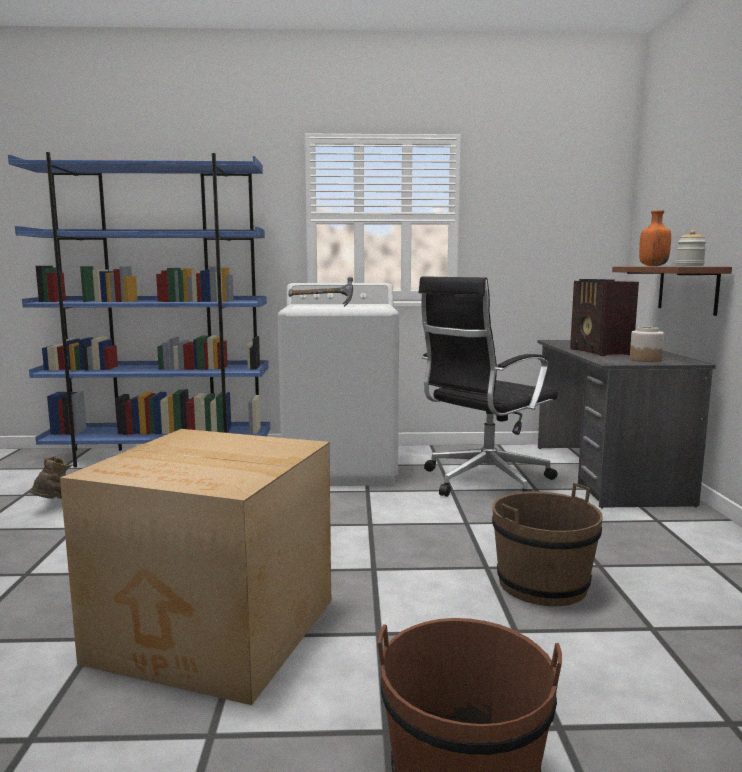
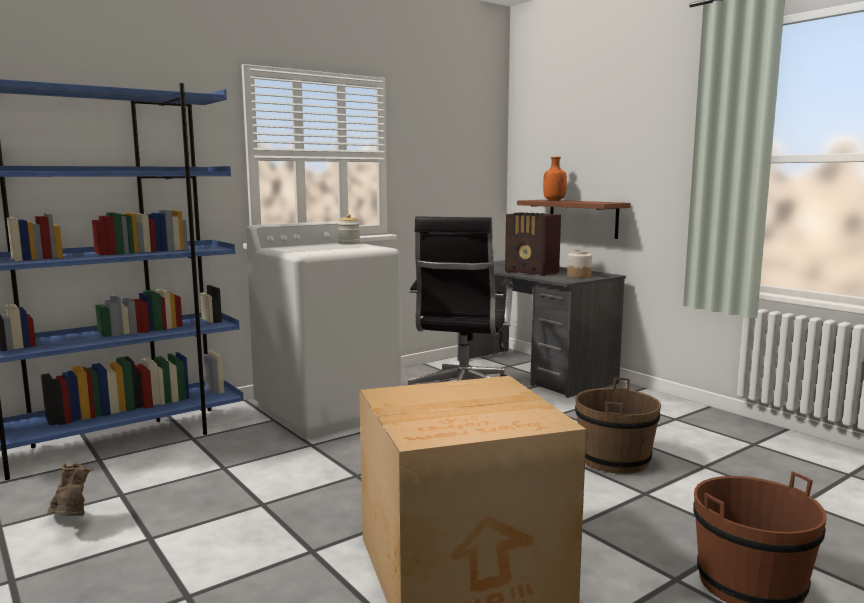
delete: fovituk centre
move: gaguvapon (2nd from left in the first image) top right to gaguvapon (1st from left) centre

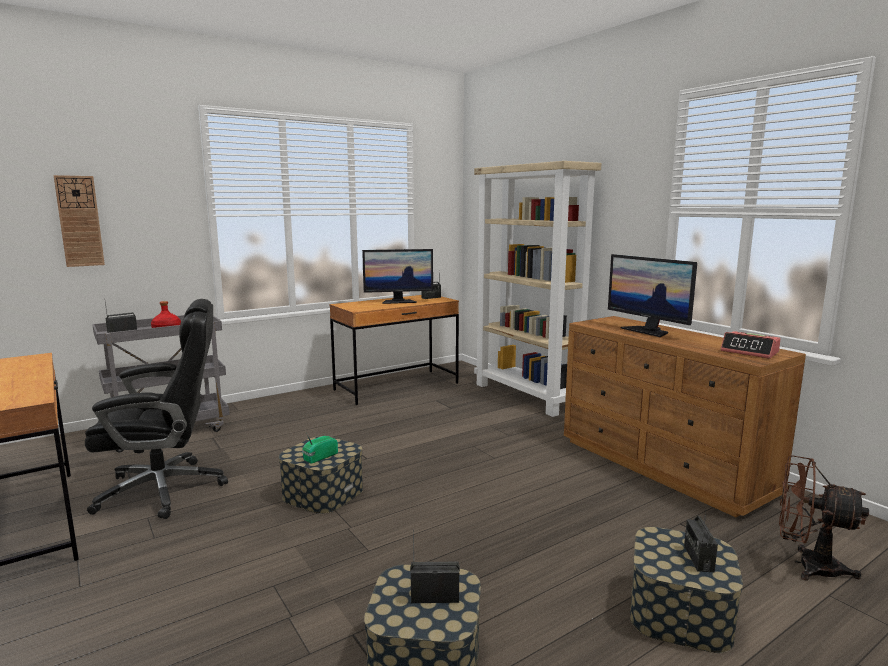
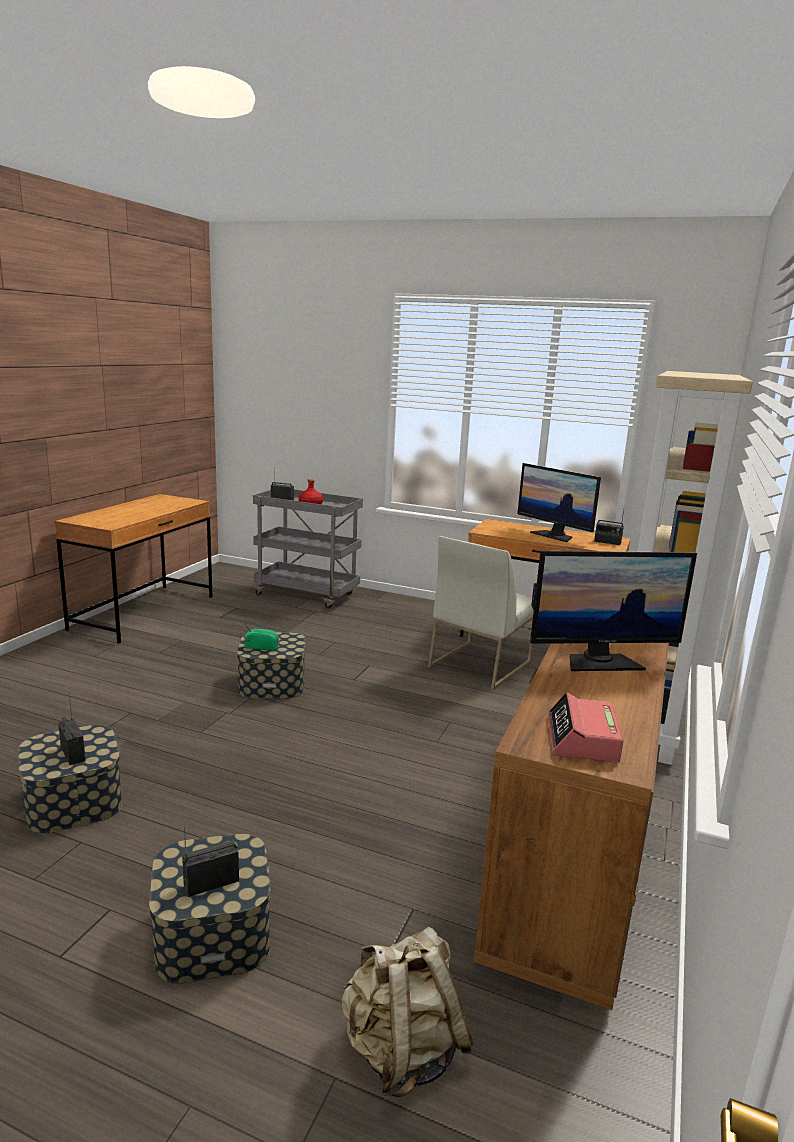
delete: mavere top left; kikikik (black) middle left
insert: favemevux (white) centre
replace: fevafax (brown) bottom right to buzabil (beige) bottom centre
rotate: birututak (2nd from left) middle right = middle right 120 degrees counterclockwise

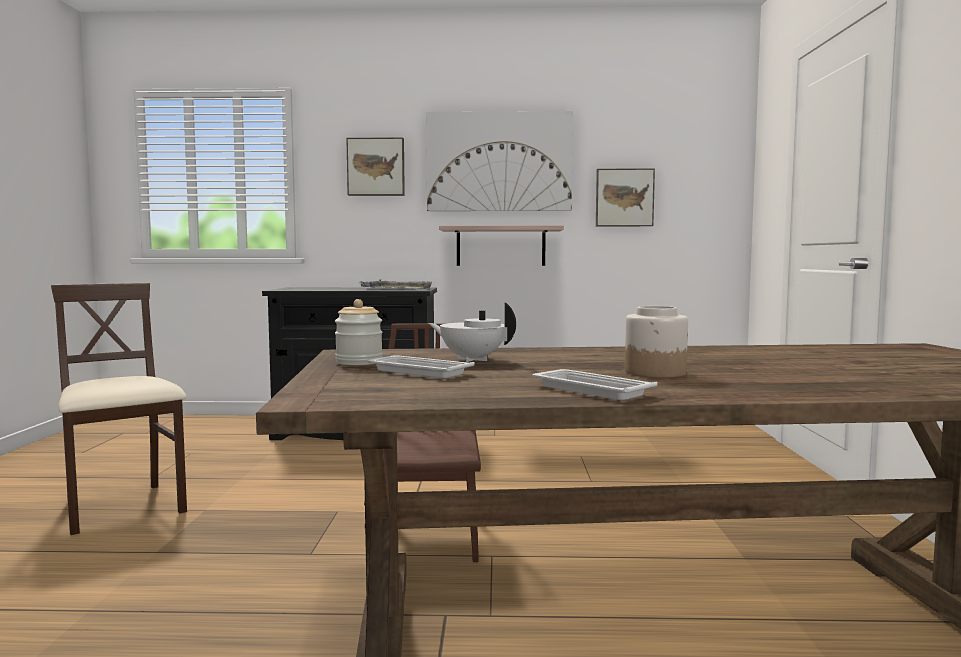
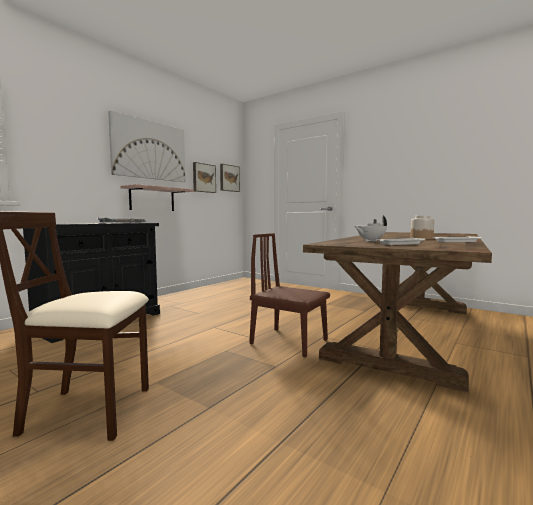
delete: gaguvapon (1st from left) centre
move: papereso (1st from left in the first image) top centre to papereso (3rd from left) centre

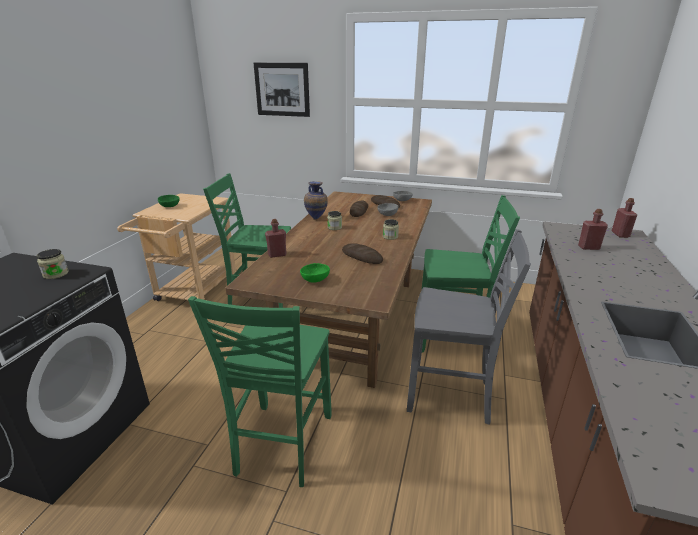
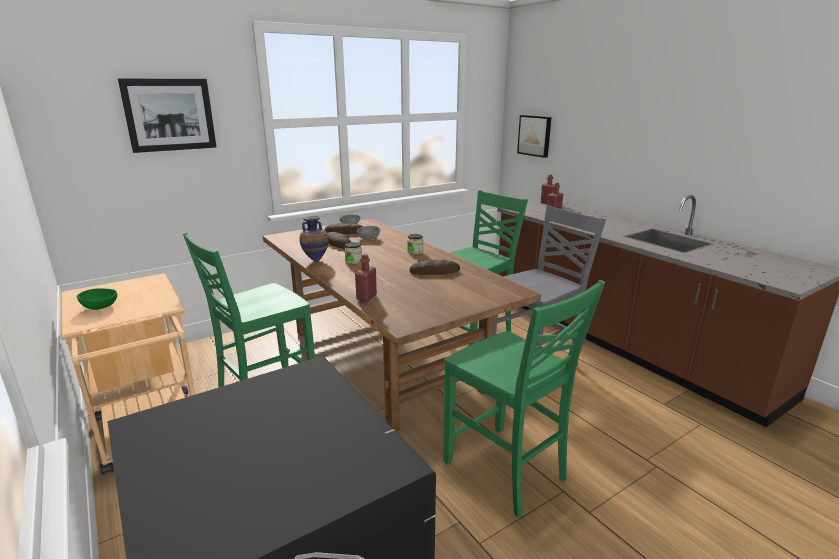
delete: gaguvapon (1st from left) middle left; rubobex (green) (2nd from left) centre
insert: papereso (2nd from left) top centre

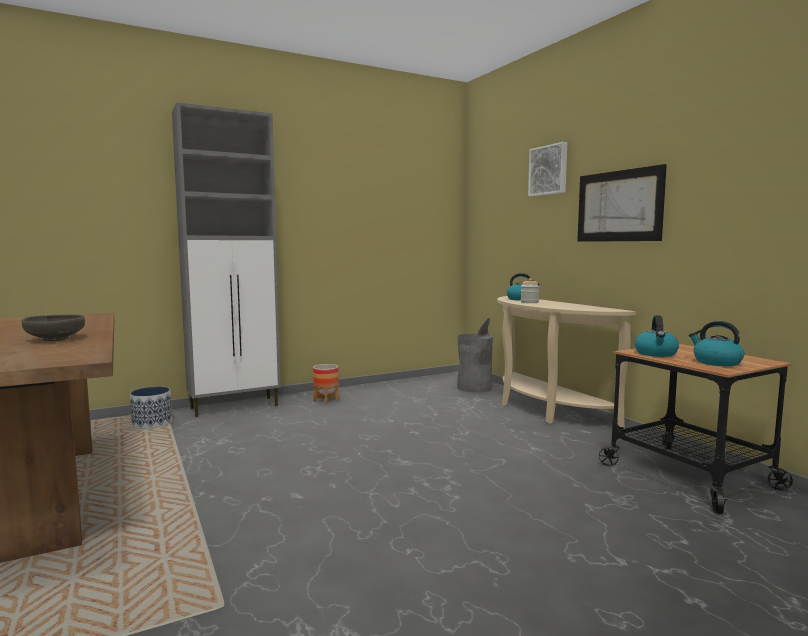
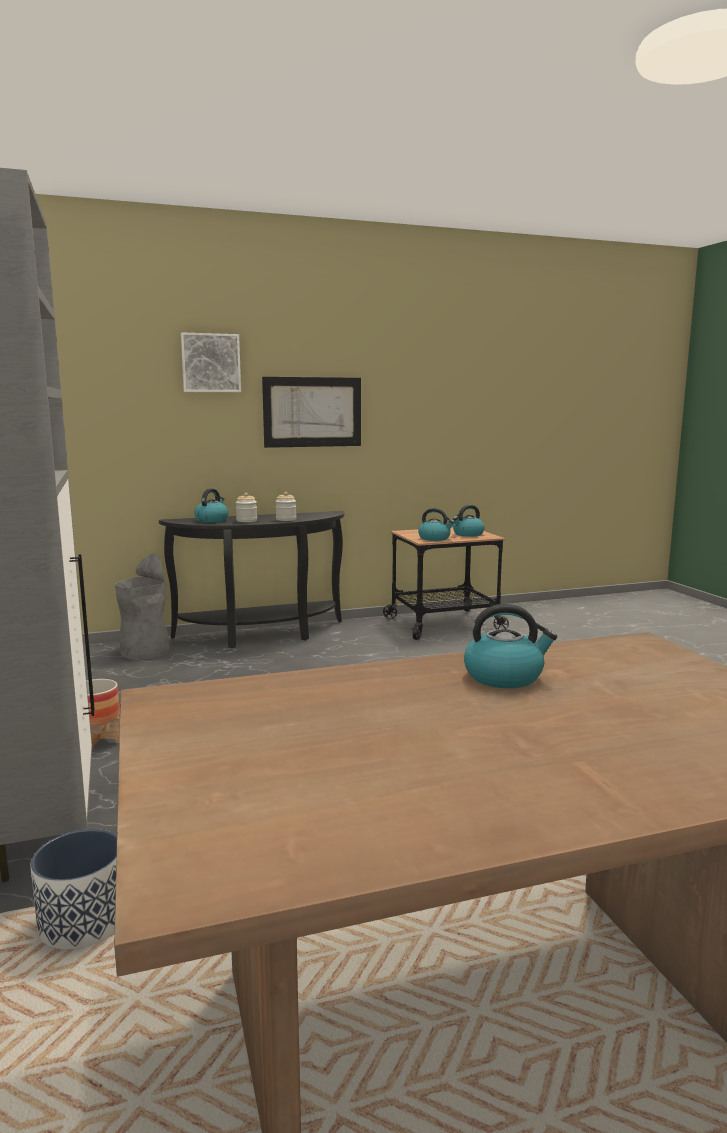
insert: gaguvapon (2nd from left) centre
replace: rubobex (grey) middle left to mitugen (4th from left) middle right
recolor: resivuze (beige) middle right to resivuze (black) centre

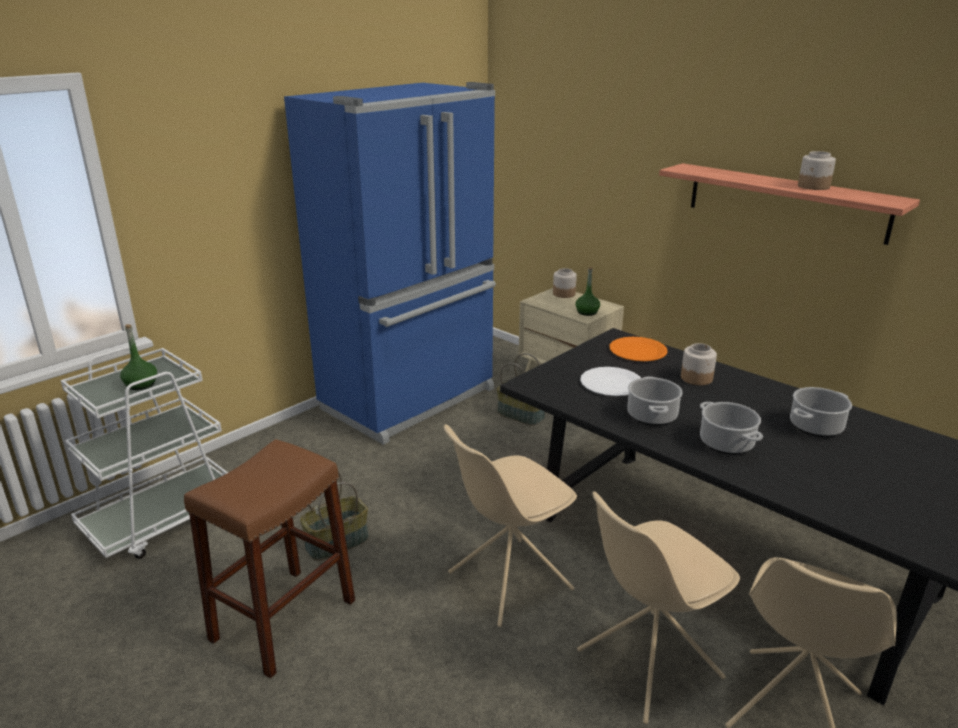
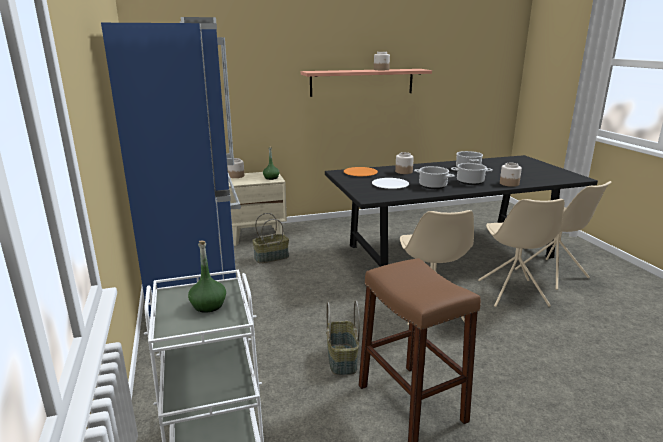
insert: gaguvapon (4th from left) middle right

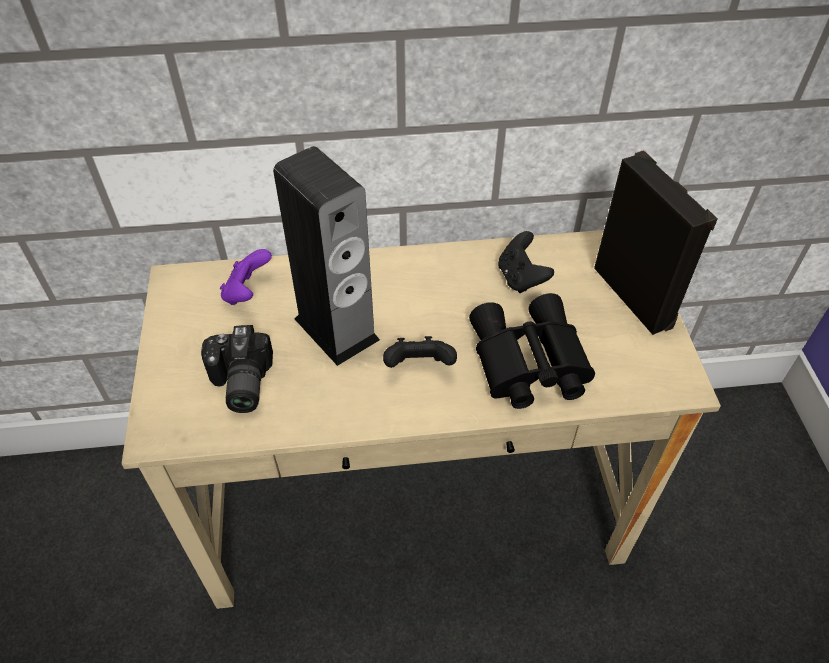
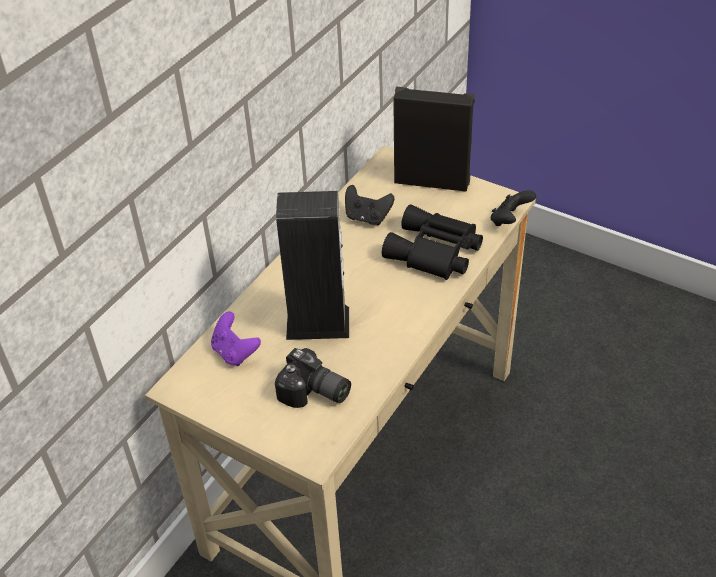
move: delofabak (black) (1st from left in the first image) centre to delofabak (black) (2nd from left) middle right

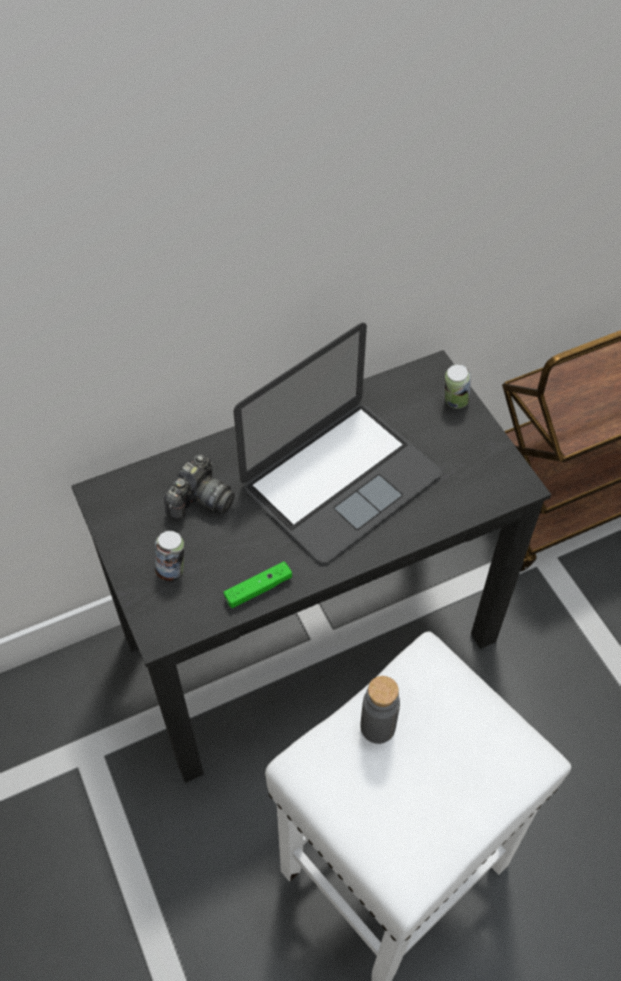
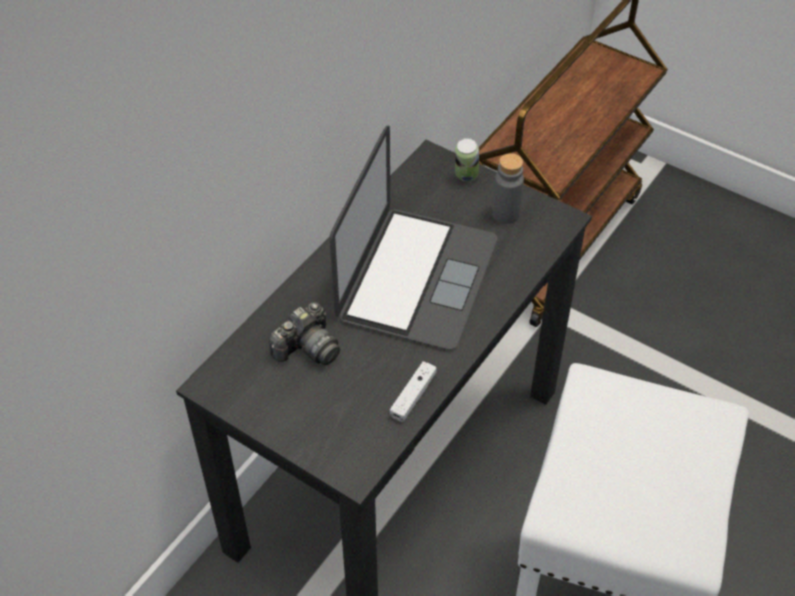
delete: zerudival (1st from left) middle left
move: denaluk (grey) bottom centre to top centre
recolor: delofabak (green) centre to delofabak (white) centre
rotate: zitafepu middle left = centre 45 degrees clockwise

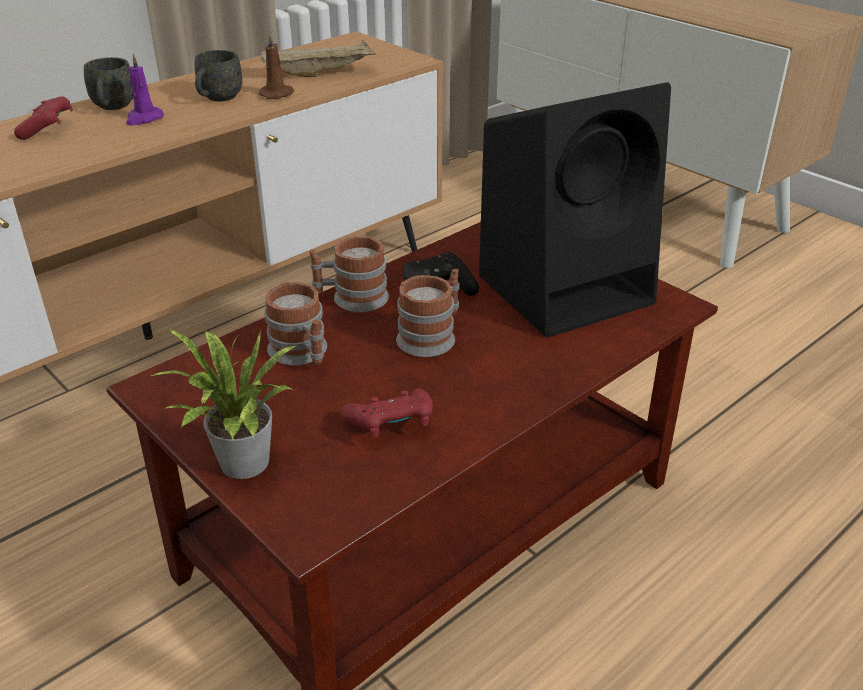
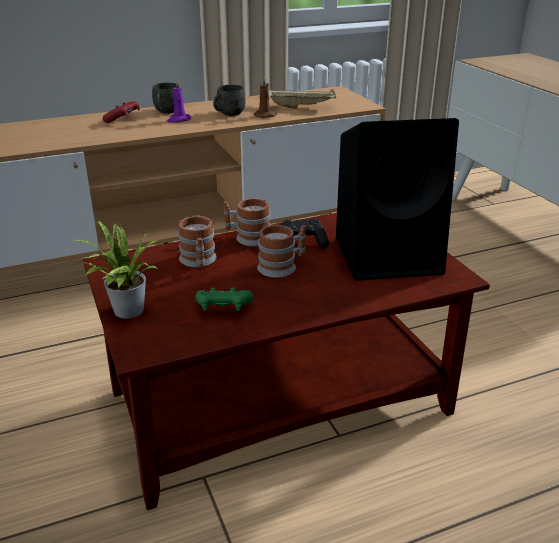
recolor: delofabak (red) (2nd from left) centre to delofabak (green) centre

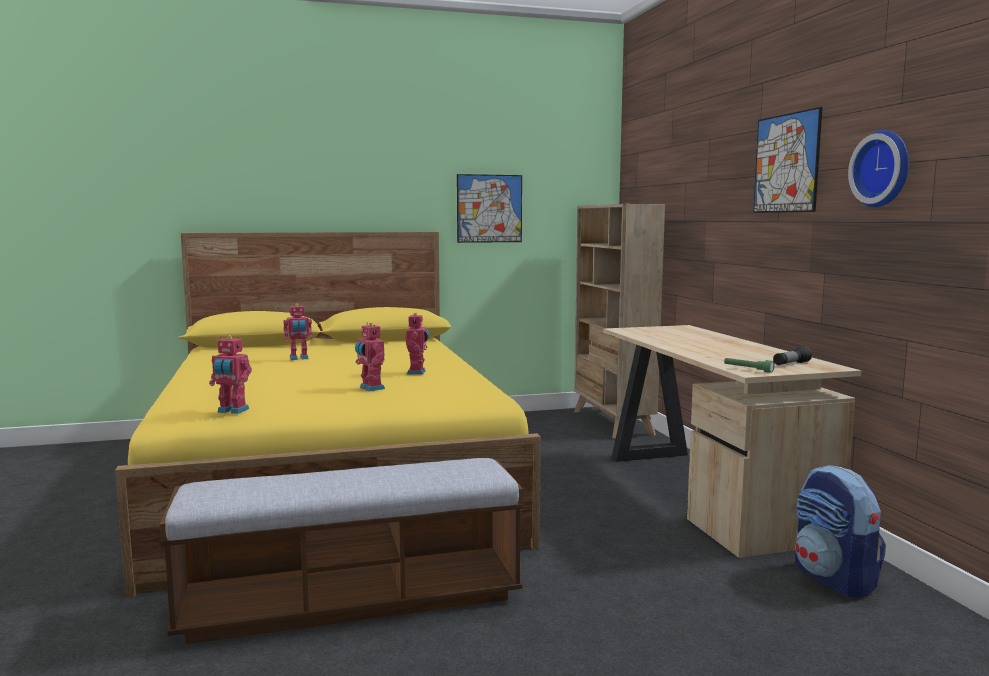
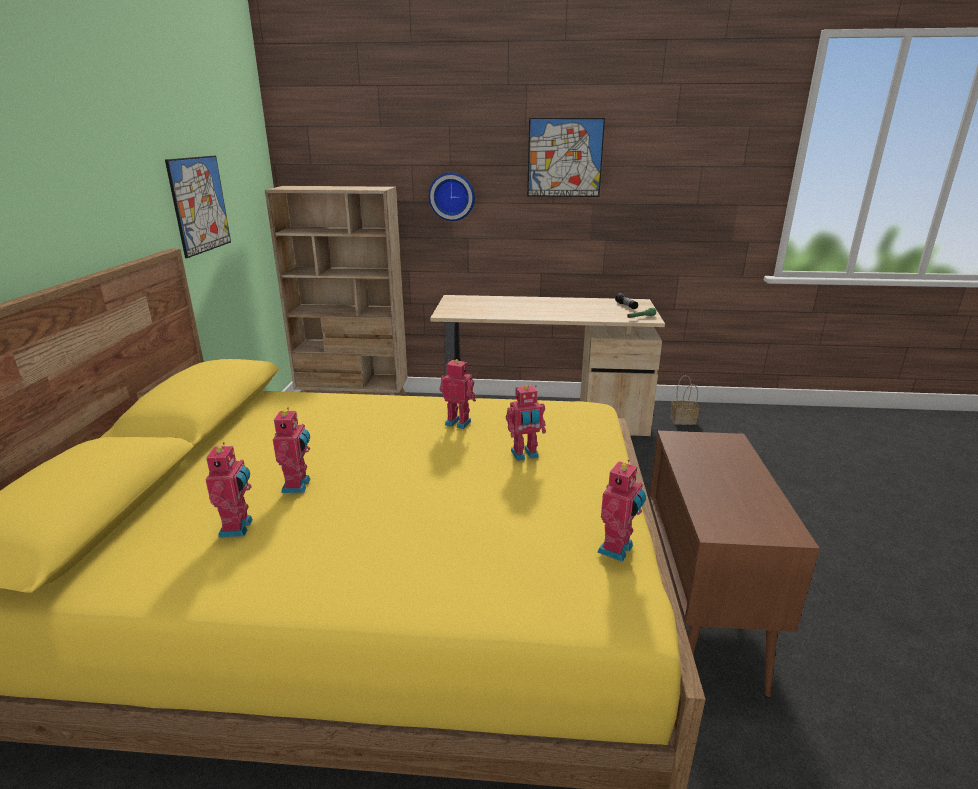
insert: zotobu (1st from left) middle left
move: mavere top right to top centre
replace: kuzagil bottom centre to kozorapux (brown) bottom right; buzabil bottom right to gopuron middle right

